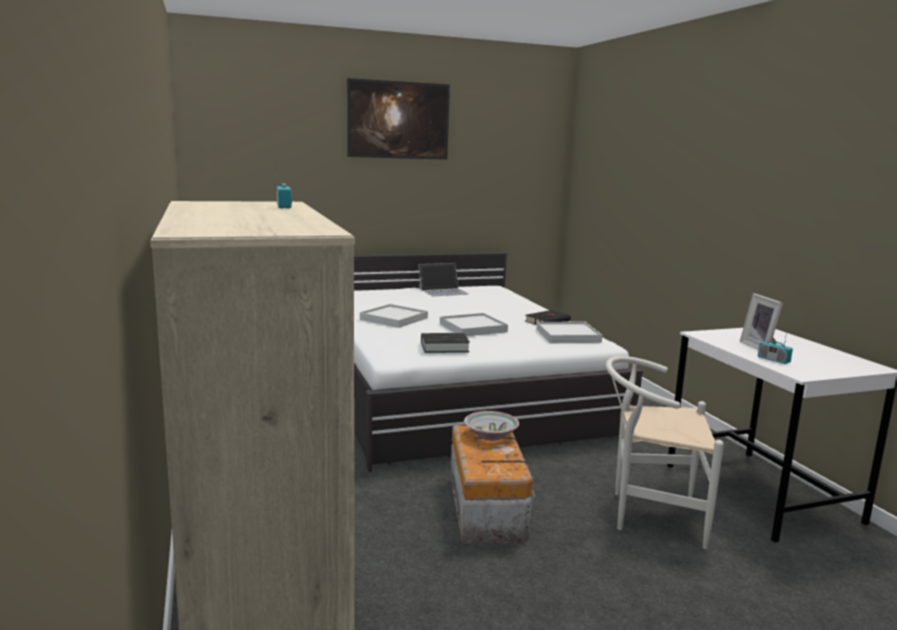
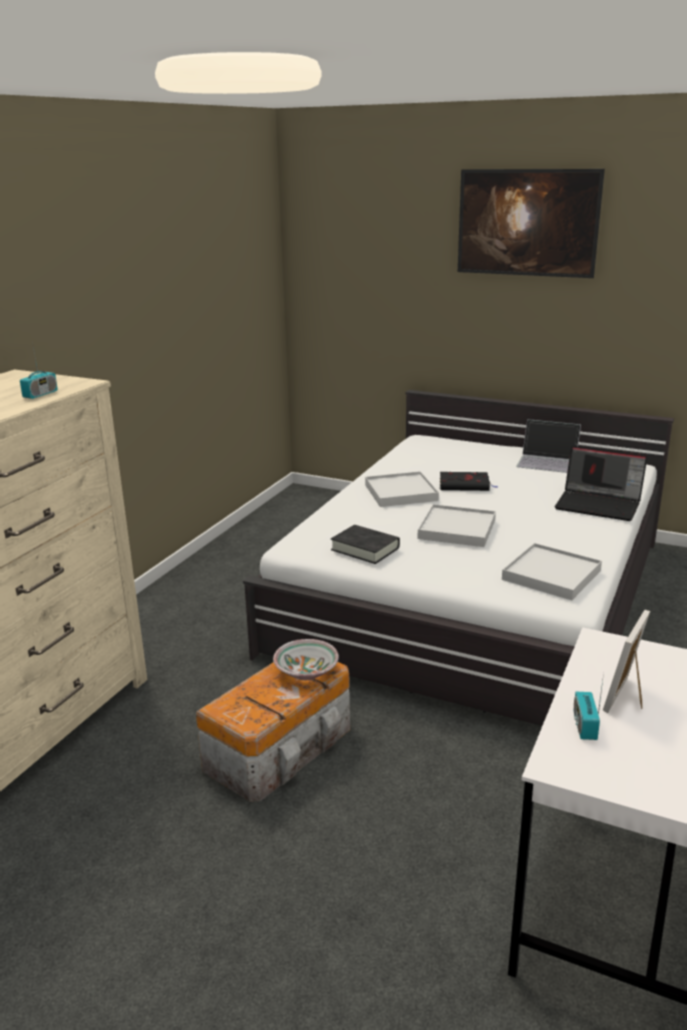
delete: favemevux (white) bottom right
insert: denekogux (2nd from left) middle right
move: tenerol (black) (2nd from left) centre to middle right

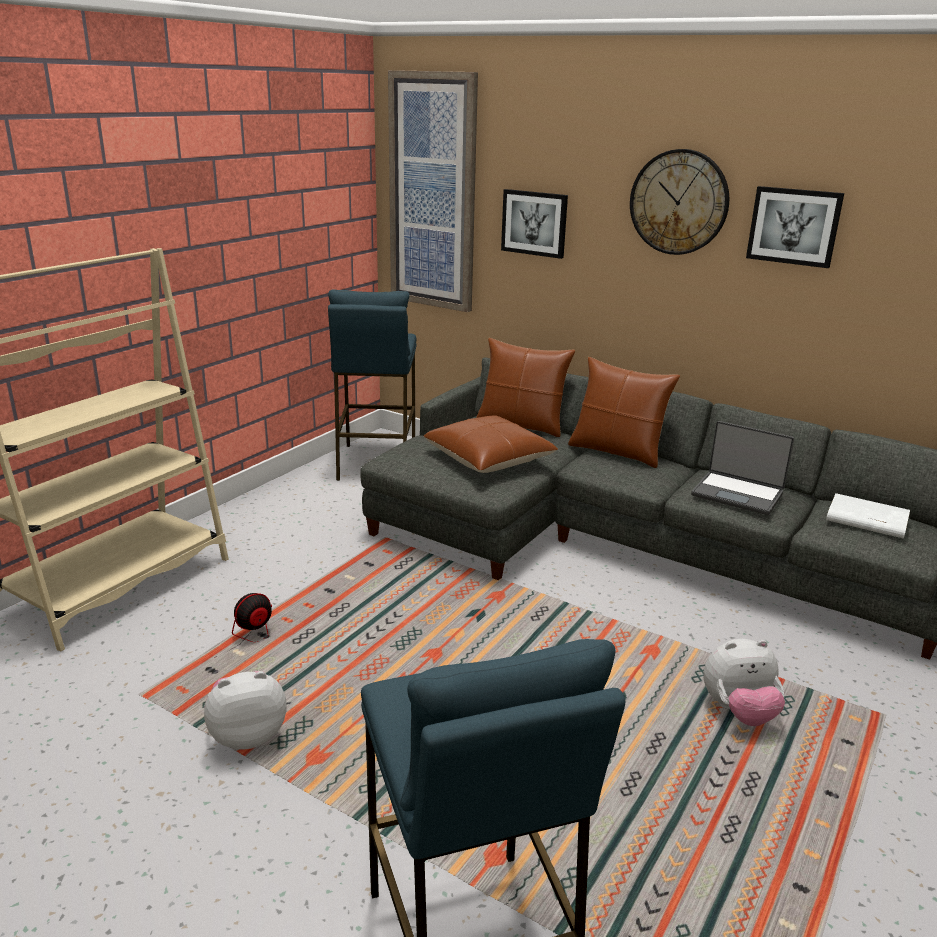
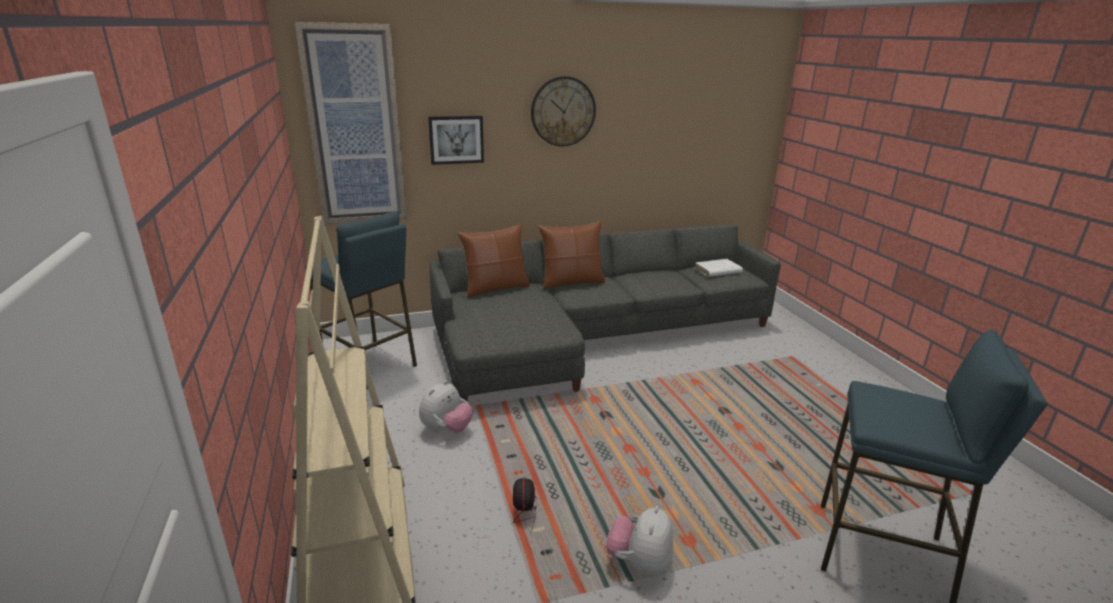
delete: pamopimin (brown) (1st from left) centre; denekogux middle right; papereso (3rd from left) top right
move: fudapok (2nd from left in the first image) bottom right to fudapok (1st from left) bottom centre

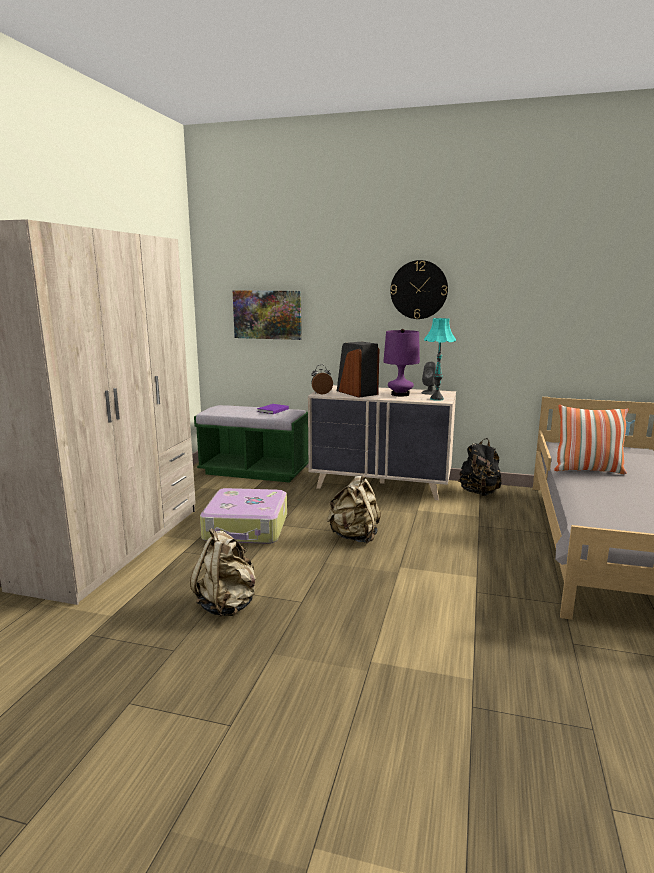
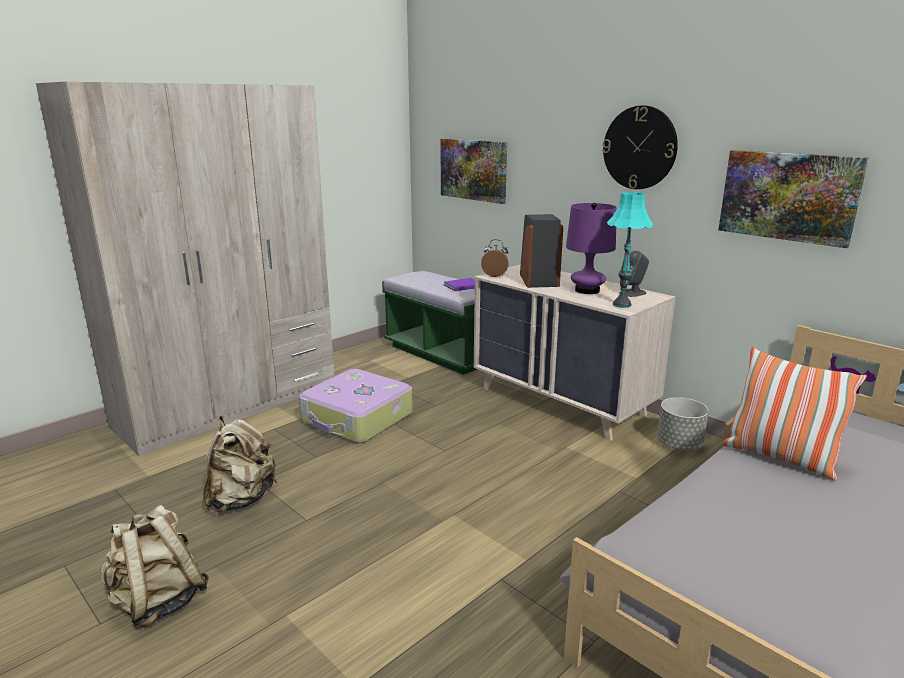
insert: papereso (2nd from left) top right
move: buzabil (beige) (2nd from left in the first image) centre to buzabil (beige) (1st from left) bottom left
replace: buzabil (black) middle right to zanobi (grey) middle right

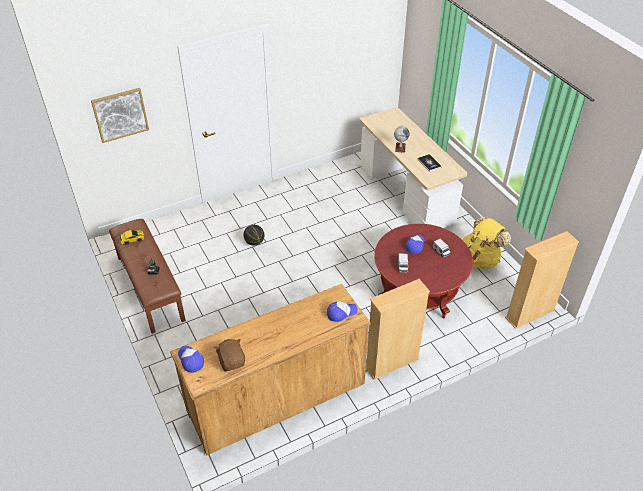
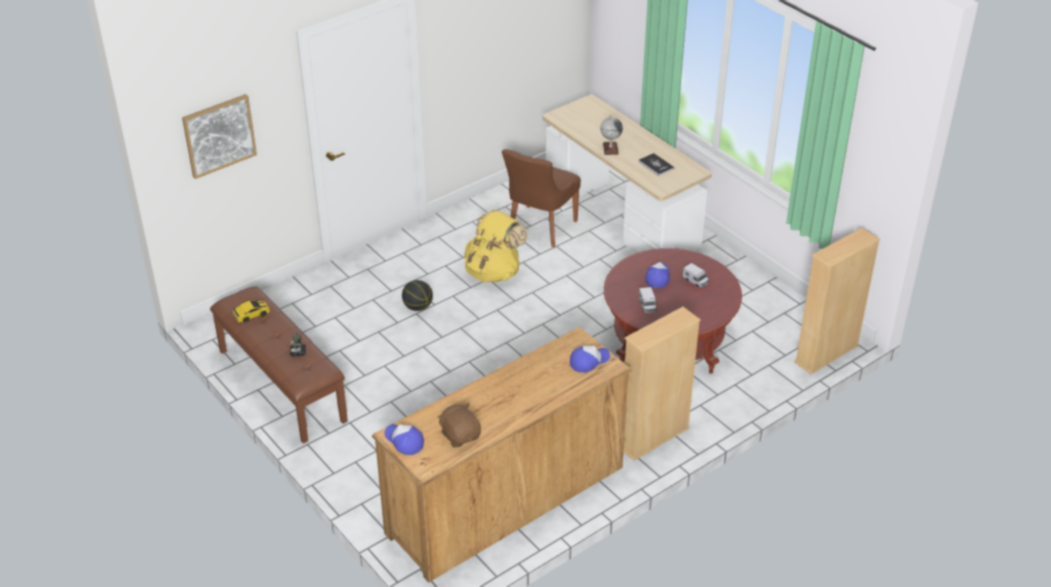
insert: favemevux (brown) centre
move: buzabil (yellow) middle right to centre

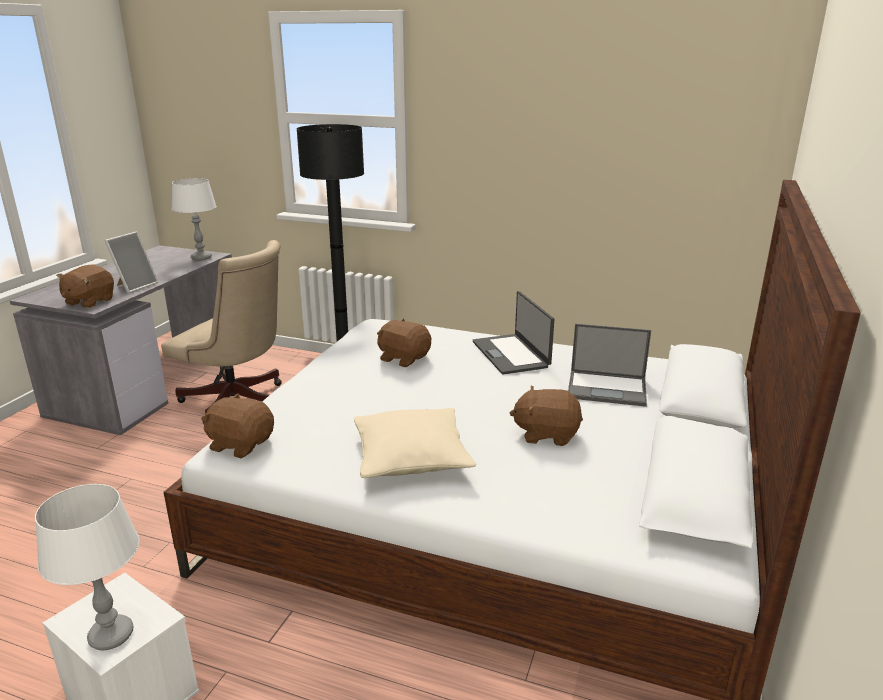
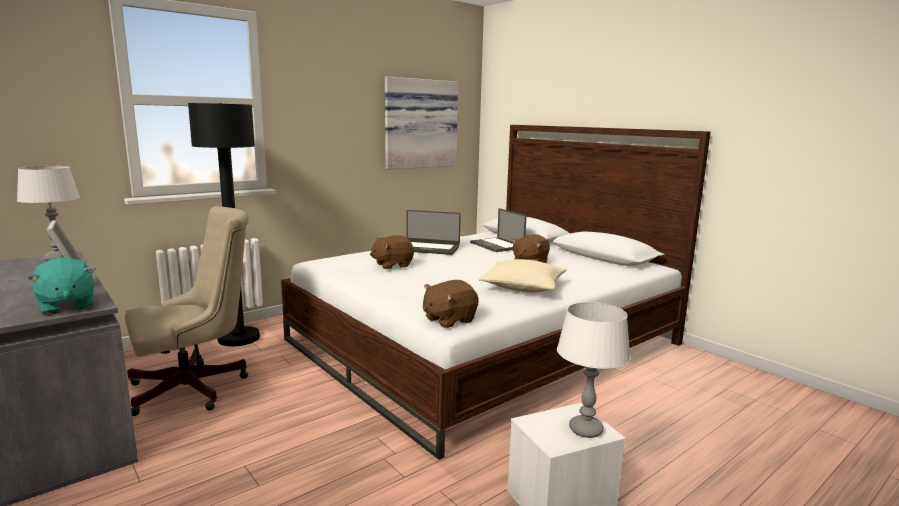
insert: papereso top centre
recolor: fudapok (brown) (1st from left) middle left to fudapok (turquoise) middle left
rotate: denekogux (2nd from left) middle right = centre 105 degrees clockwise

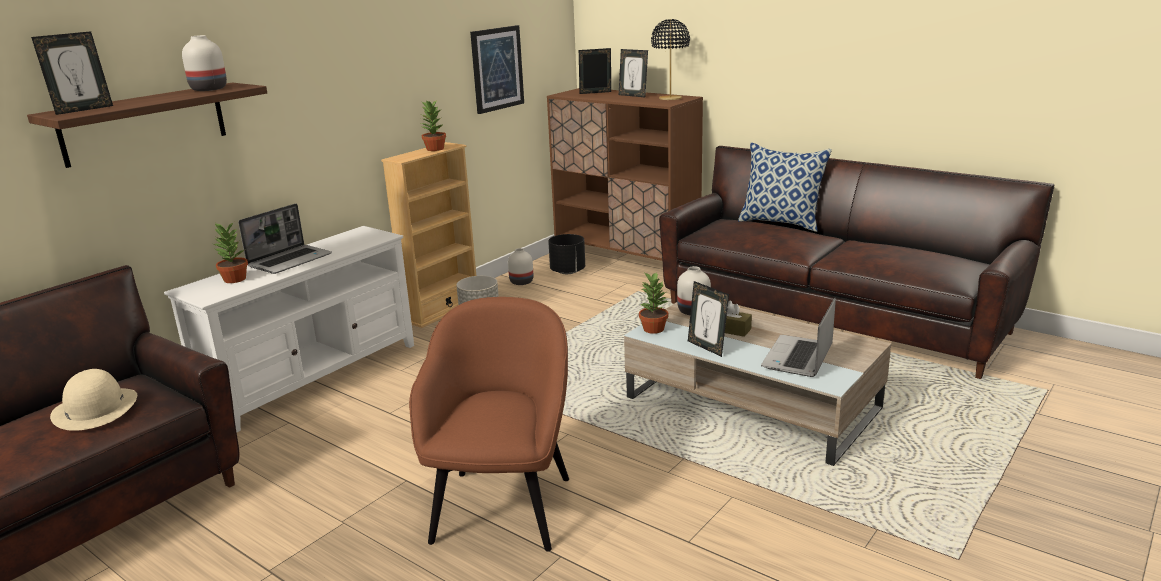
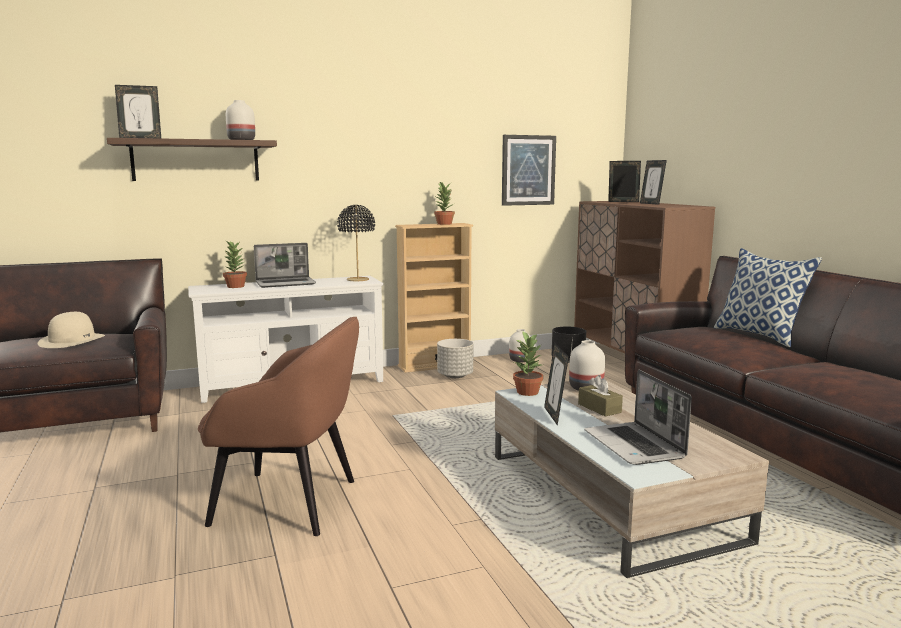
move: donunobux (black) top centre to centre
rotate: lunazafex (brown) bottom centre = bottom left 60 degrees clockwise; denekogux (2nd from left) middle right = middle right 75 degrees counterclockwise

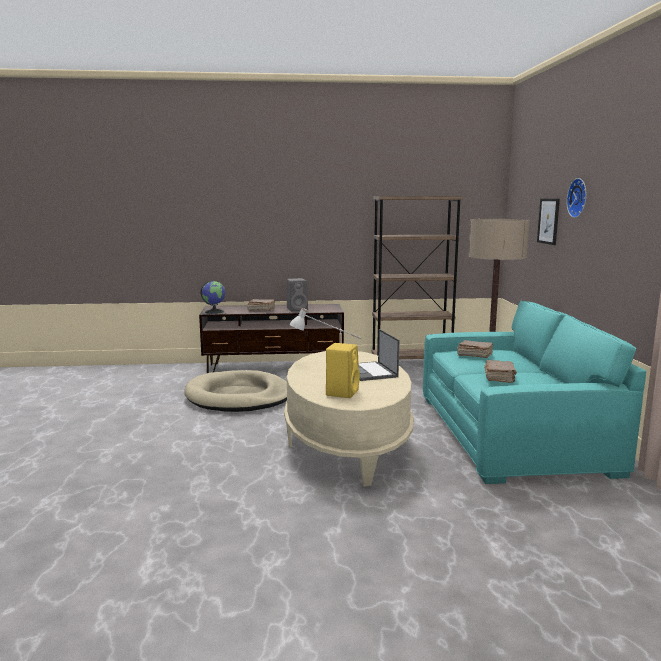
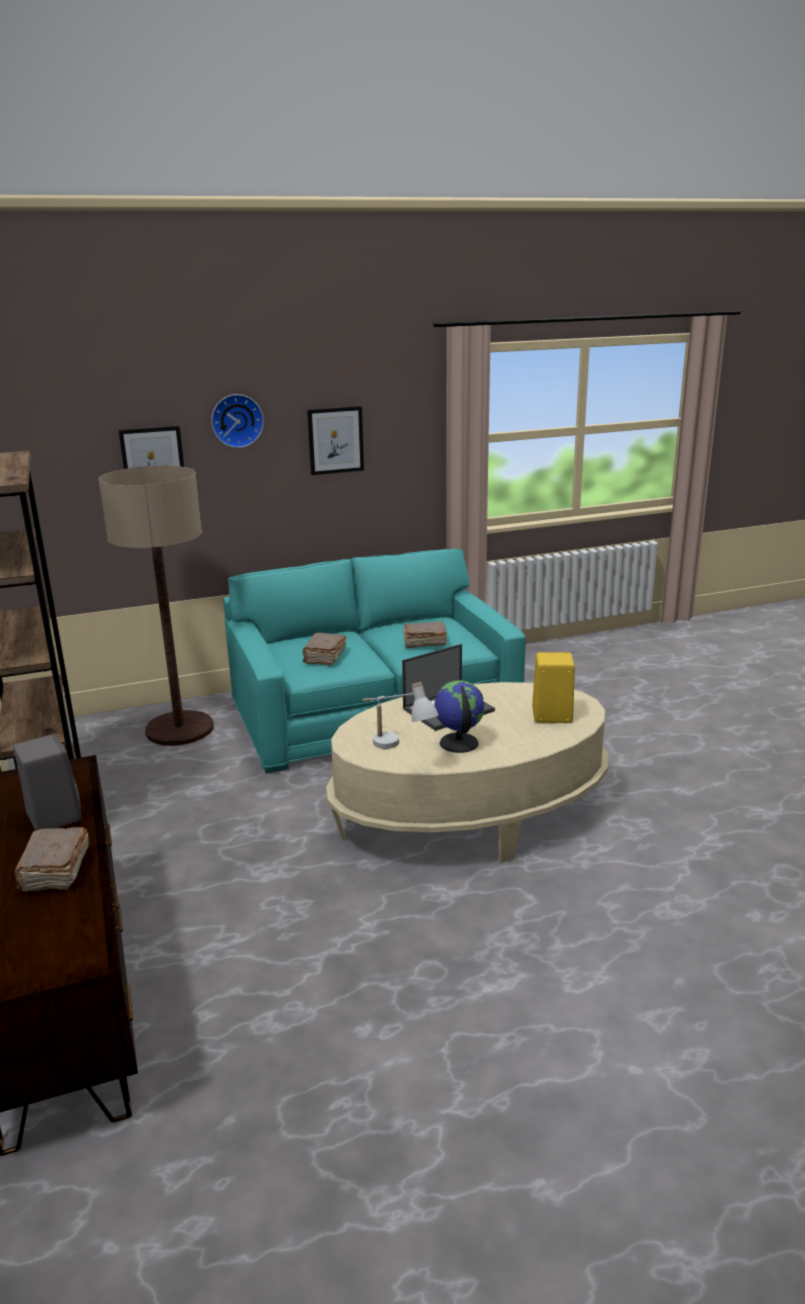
delete: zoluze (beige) centre
insert: papereso (2nd from left) centre
move: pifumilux middle left to centre

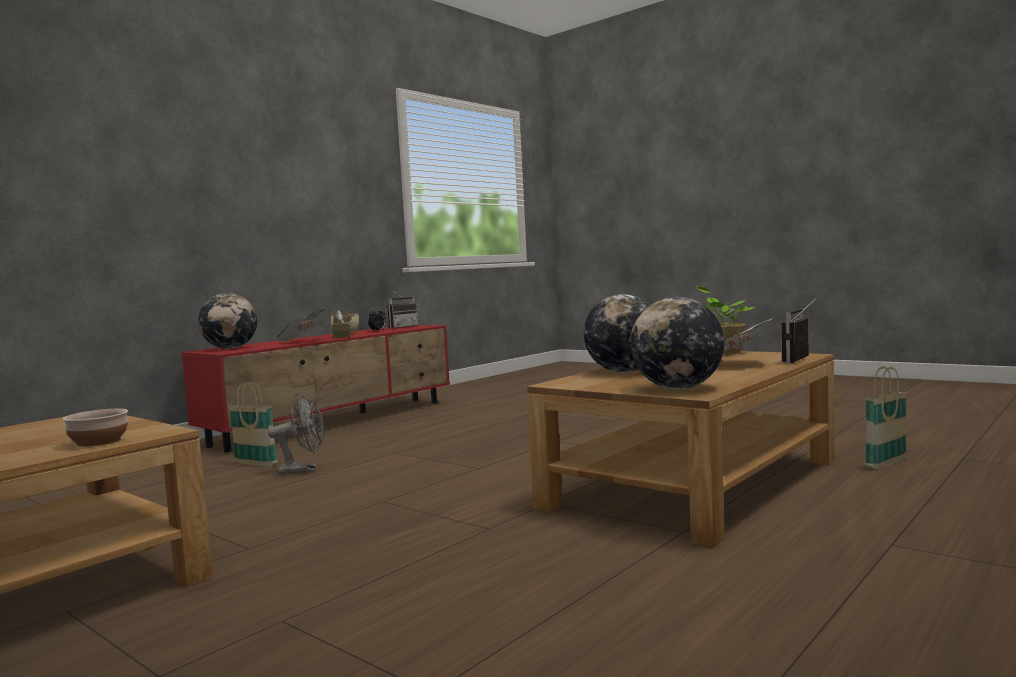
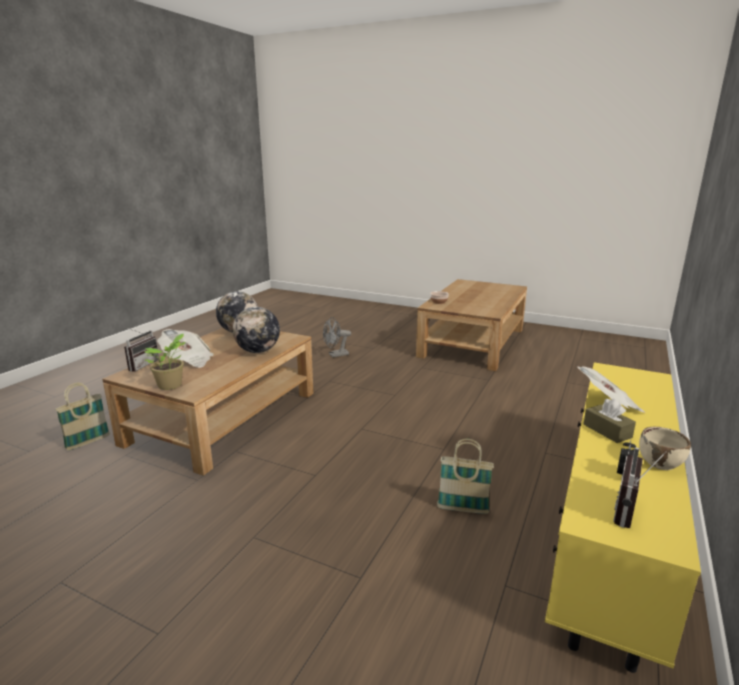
delete: pifumilux (1st from left) middle left
move: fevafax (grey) middle left to centre; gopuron (1st from left in the first image) middle left to gopuron (2nd from left) bottom centre
recolor: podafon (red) middle left to podafon (yellow) bottom right

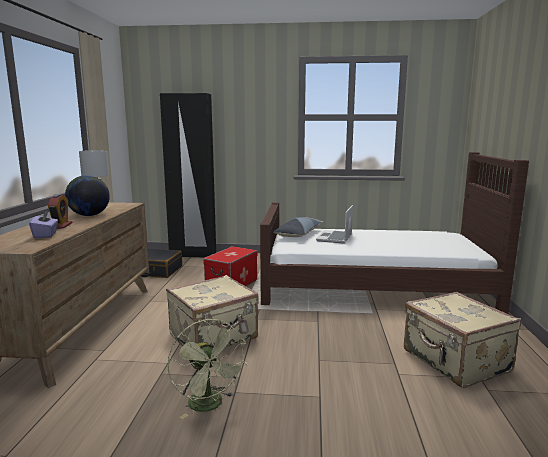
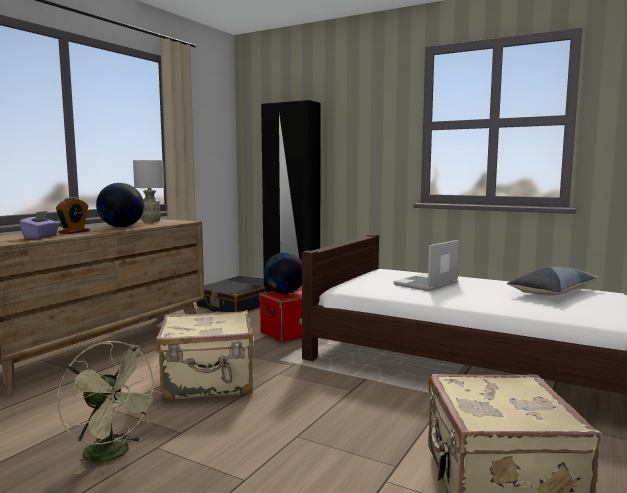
insert: pifumilux (2nd from left) centre
move: pamopimin centre to middle right
rotate: fevafax (green) bottom centre = bottom left 45 degrees counterclockwise

